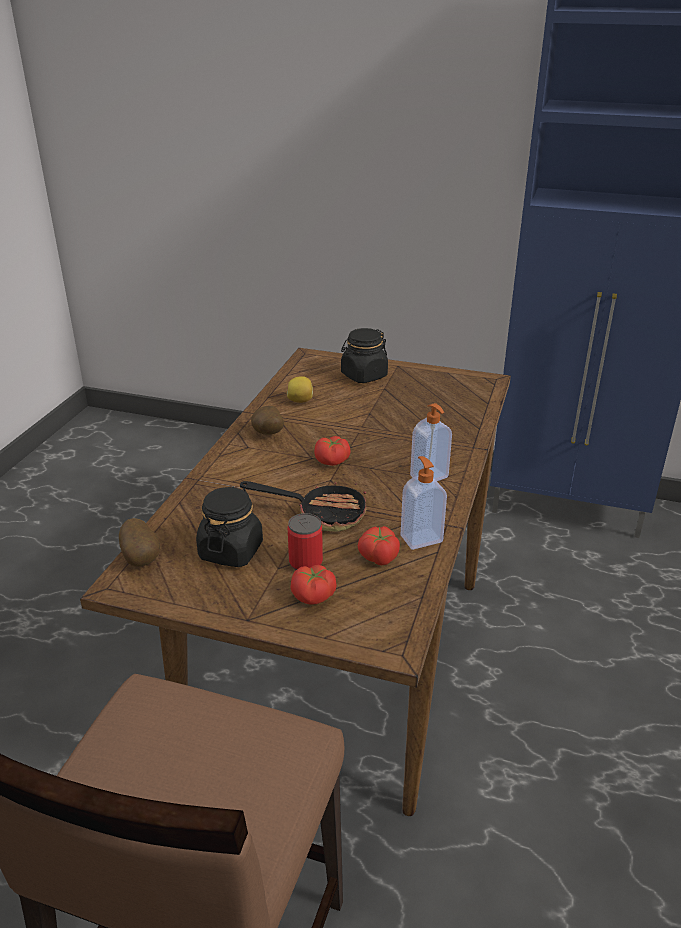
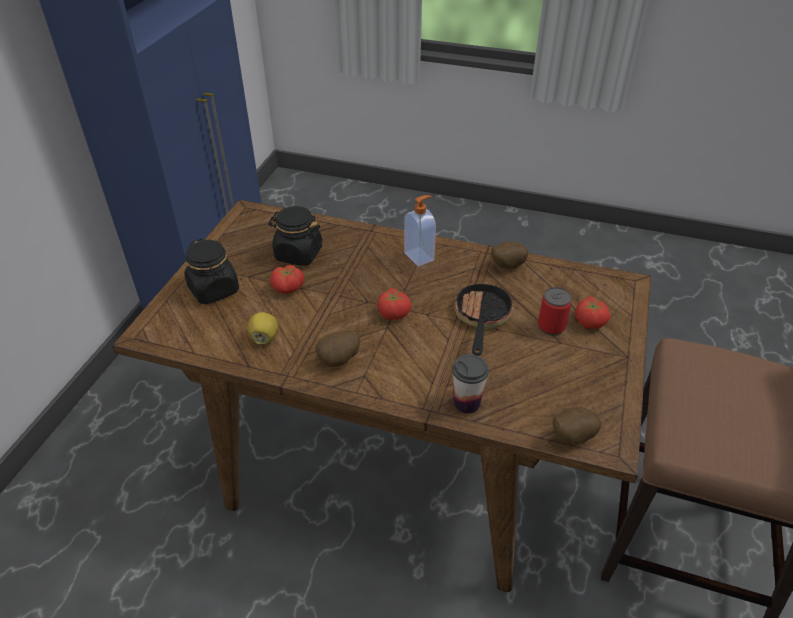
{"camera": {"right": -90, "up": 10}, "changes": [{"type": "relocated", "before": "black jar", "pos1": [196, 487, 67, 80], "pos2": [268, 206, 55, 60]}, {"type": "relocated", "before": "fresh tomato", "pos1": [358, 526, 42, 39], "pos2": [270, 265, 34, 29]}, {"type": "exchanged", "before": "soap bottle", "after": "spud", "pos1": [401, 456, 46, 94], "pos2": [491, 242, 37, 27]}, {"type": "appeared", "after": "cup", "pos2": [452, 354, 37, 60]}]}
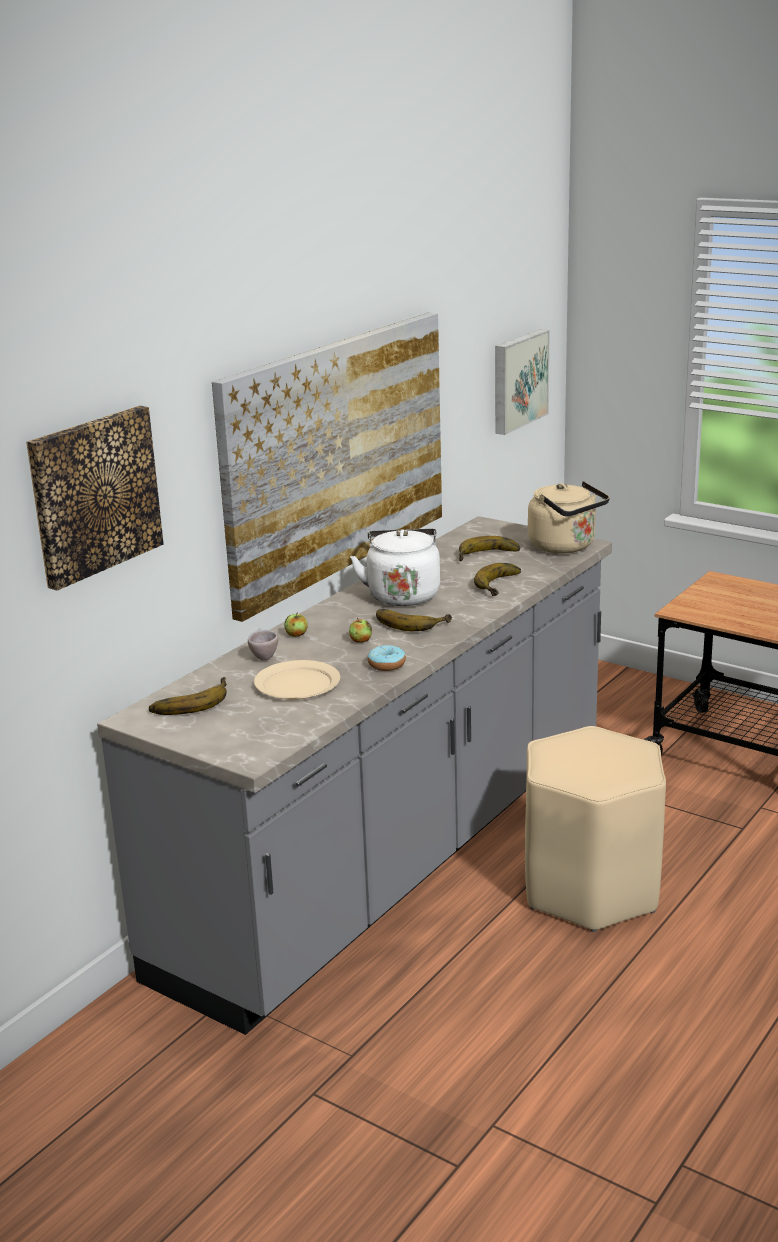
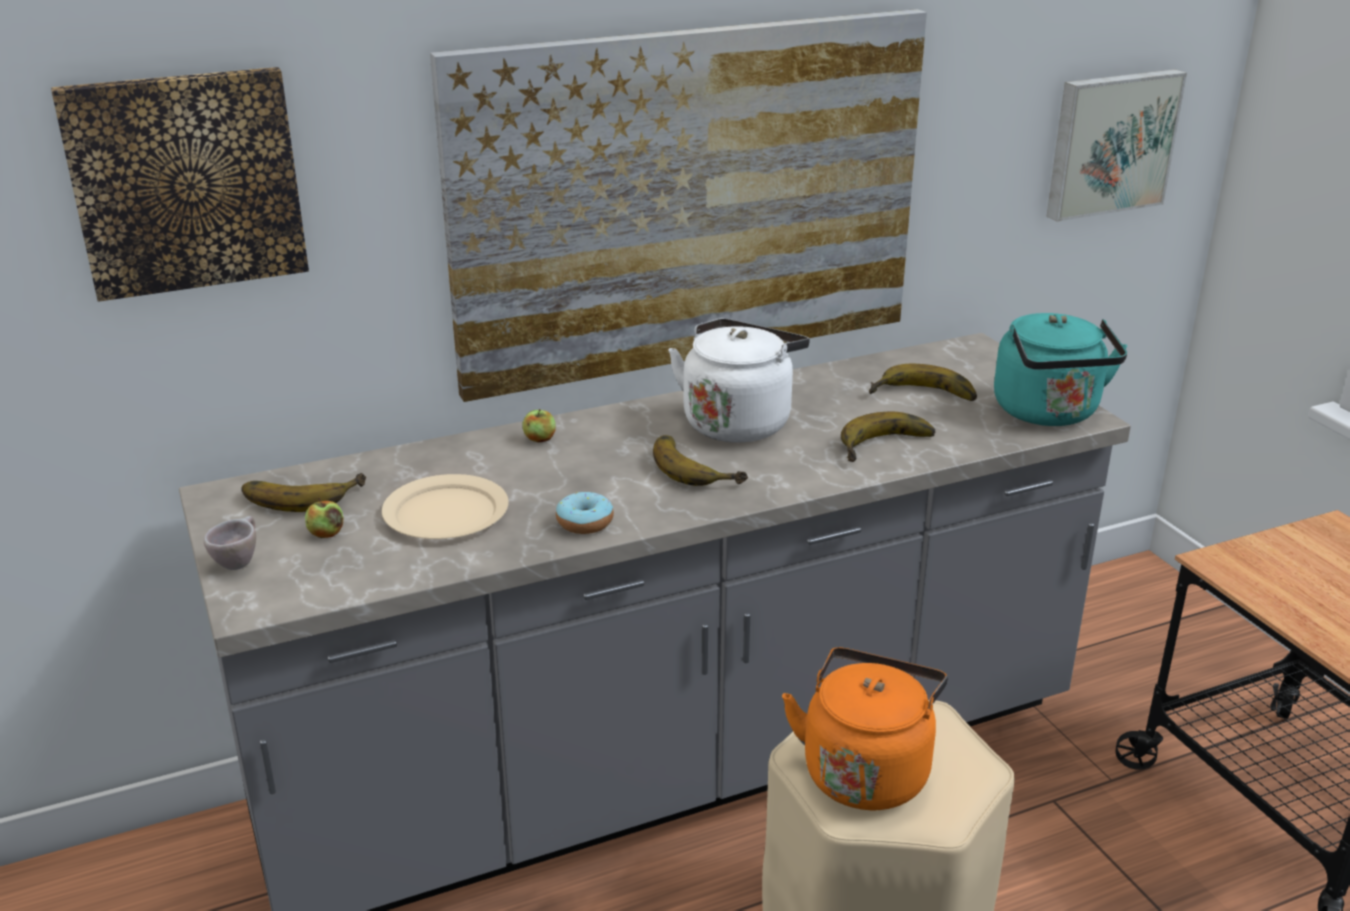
{"camera": {"right": 30, "up": 5}, "changes": [{"type": "relocated", "before": "beige cup", "pos1": [248, 629, 30, 32], "pos2": [204, 516, 52, 54]}, {"type": "relocated", "before": "apple", "pos1": [349, 618, 23, 25], "pos2": [305, 498, 39, 40]}, {"type": "colour", "before": "beige kettle", "after": "turquoise kettle", "pos1": [528, 481, 82, 73], "pos2": [994, 313, 133, 113]}, {"type": "appeared", "after": "orange kettle", "pos2": [782, 647, 166, 163]}]}
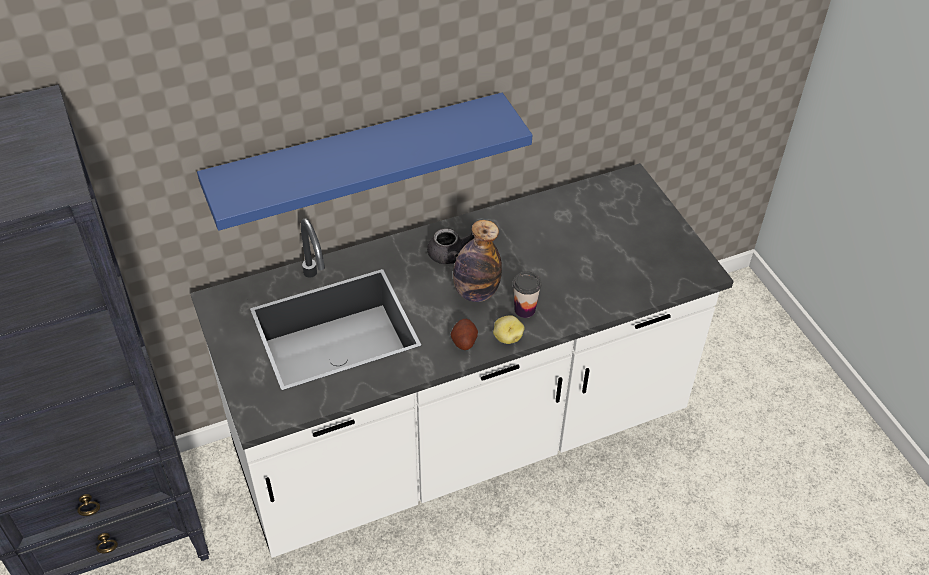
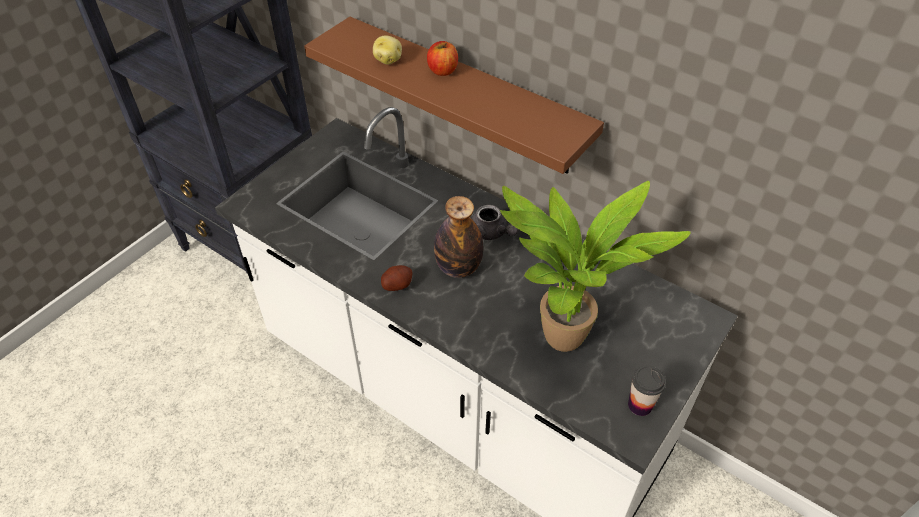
{"camera": {"right": 60, "up": 0}, "changes": [{"type": "colour", "before": "blue bracket shelf", "after": "brownish bracket shelf", "pos1": [197, 93, 335, 138], "pos2": [304, 17, 300, 157]}, {"type": "relocated", "before": "spud", "pos1": [493, 315, 32, 29], "pos2": [373, 35, 29, 30]}, {"type": "relocated", "before": "cup", "pos1": [513, 271, 29, 47], "pos2": [628, 366, 38, 50]}, {"type": "appeared", "after": "apple", "pos2": [427, 41, 31, 35]}, {"type": "appeared", "after": "plant in a pot", "pos2": [500, 181, 191, 171]}]}
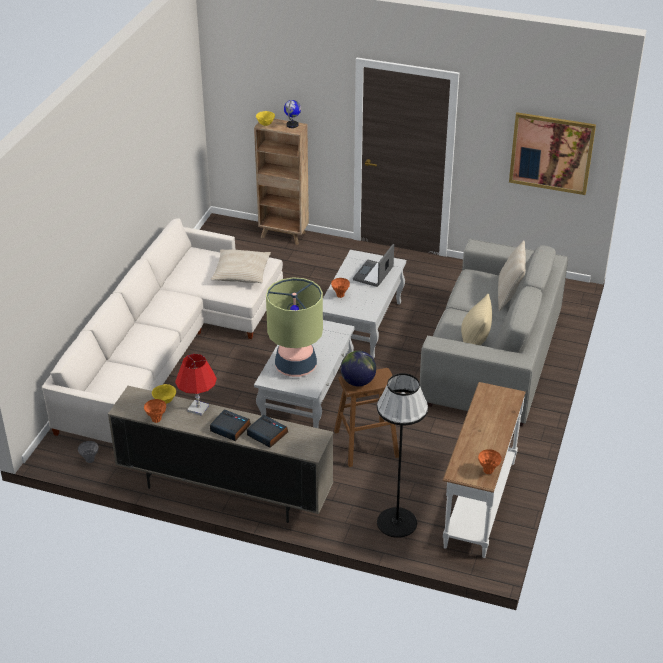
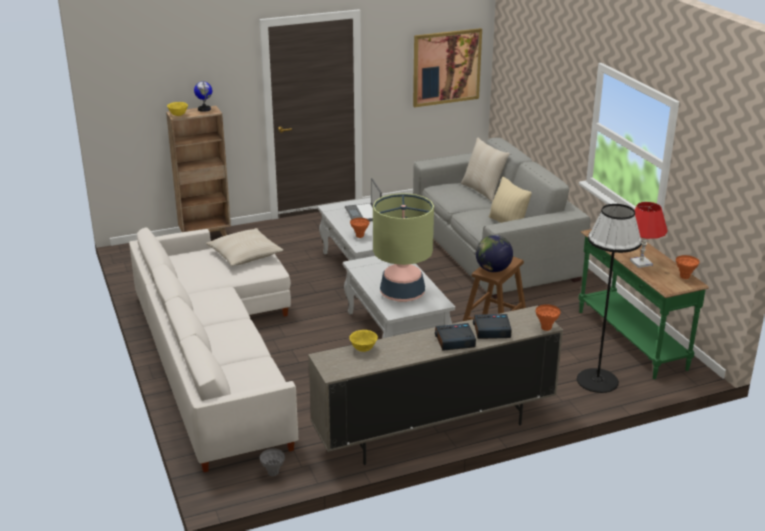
{"camera": {"right": -40, "up": -10}, "changes": [{"type": "relocated", "before": "orange flower vase", "pos1": [144, 399, 22, 24], "pos2": [536, 304, 25, 27]}, {"type": "relocated", "before": "red lamp for a table", "pos1": [175, 354, 42, 62], "pos2": [630, 202, 38, 66]}, {"type": "colour", "before": "white-coloured console table", "after": "greenish console table", "pos1": [442, 382, 84, 176], "pos2": [579, 229, 130, 150]}]}
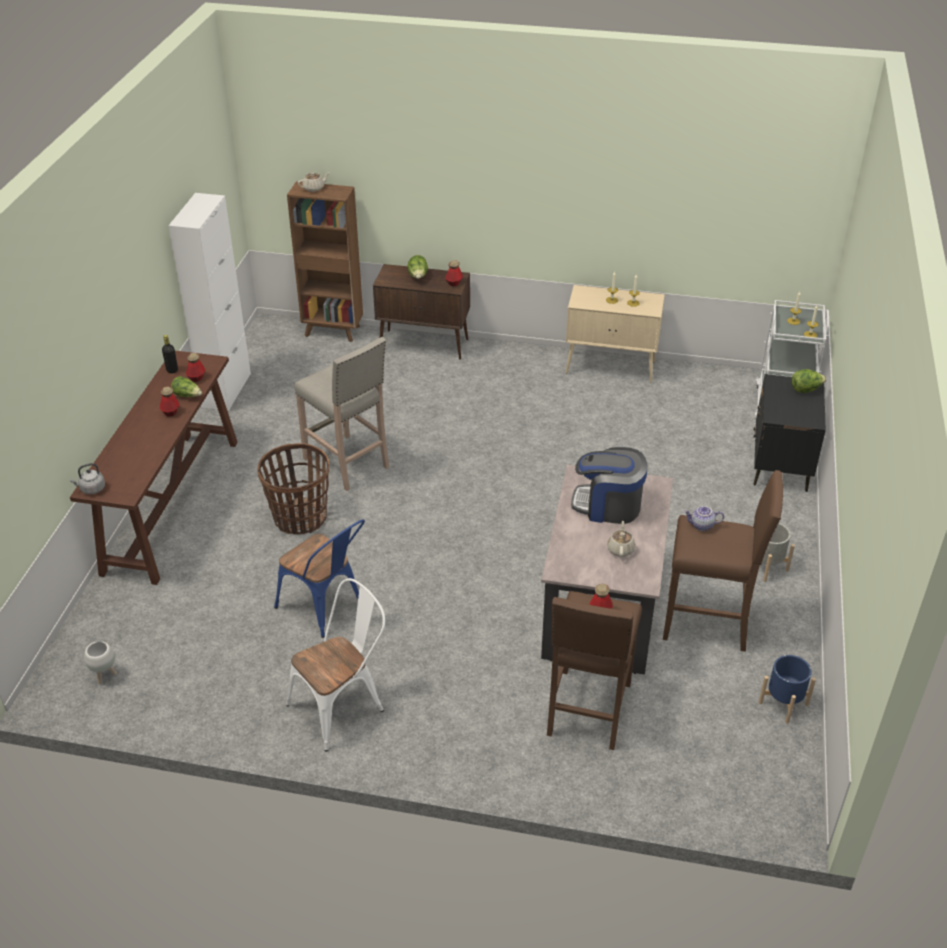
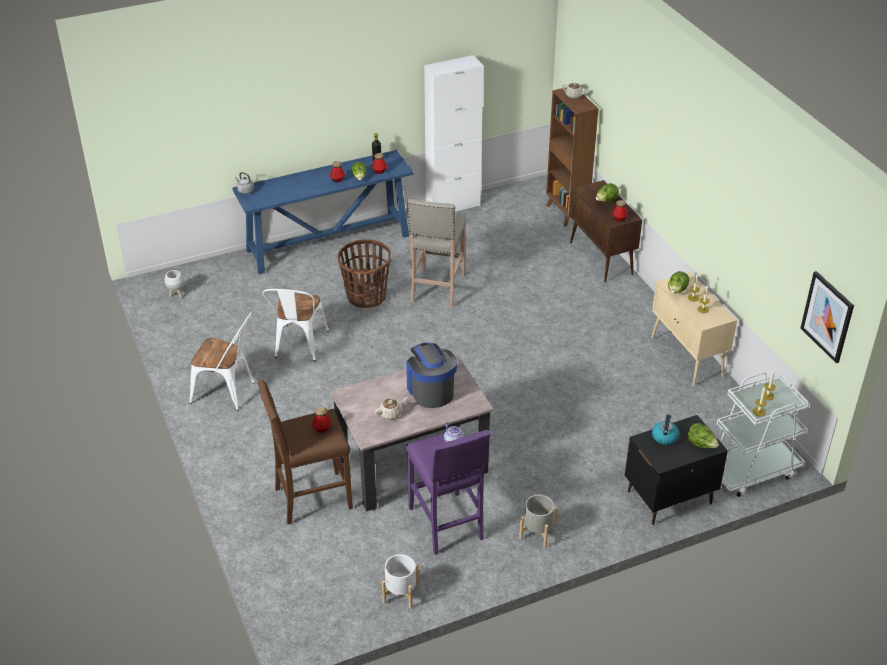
{"camera": {"right": 55, "up": 0}, "changes": [{"type": "colour", "before": "brownish console table", "after": "blue console table", "pos1": [70, 351, 168, 234], "pos2": [232, 150, 182, 124]}, {"type": "colour", "before": "blue plain chair", "after": "white-coloured plain chair", "pos1": [274, 519, 91, 119], "pos2": [262, 289, 67, 72]}, {"type": "colour", "before": "brownish sitting stool", "after": "purplish sitting stool", "pos1": [663, 470, 120, 182], "pos2": [406, 430, 84, 125]}, {"type": "colour", "before": "blue plant pot", "after": "white-coloured plant pot", "pos1": [759, 655, 57, 69], "pos2": [382, 554, 37, 54]}, {"type": "appeared", "after": "kettle", "pos2": [652, 414, 27, 31]}, {"type": "appeared", "after": "lettuce", "pos2": [668, 271, 22, 23]}, {"type": "appeared", "after": "wall art", "pos2": [801, 271, 53, 92]}]}
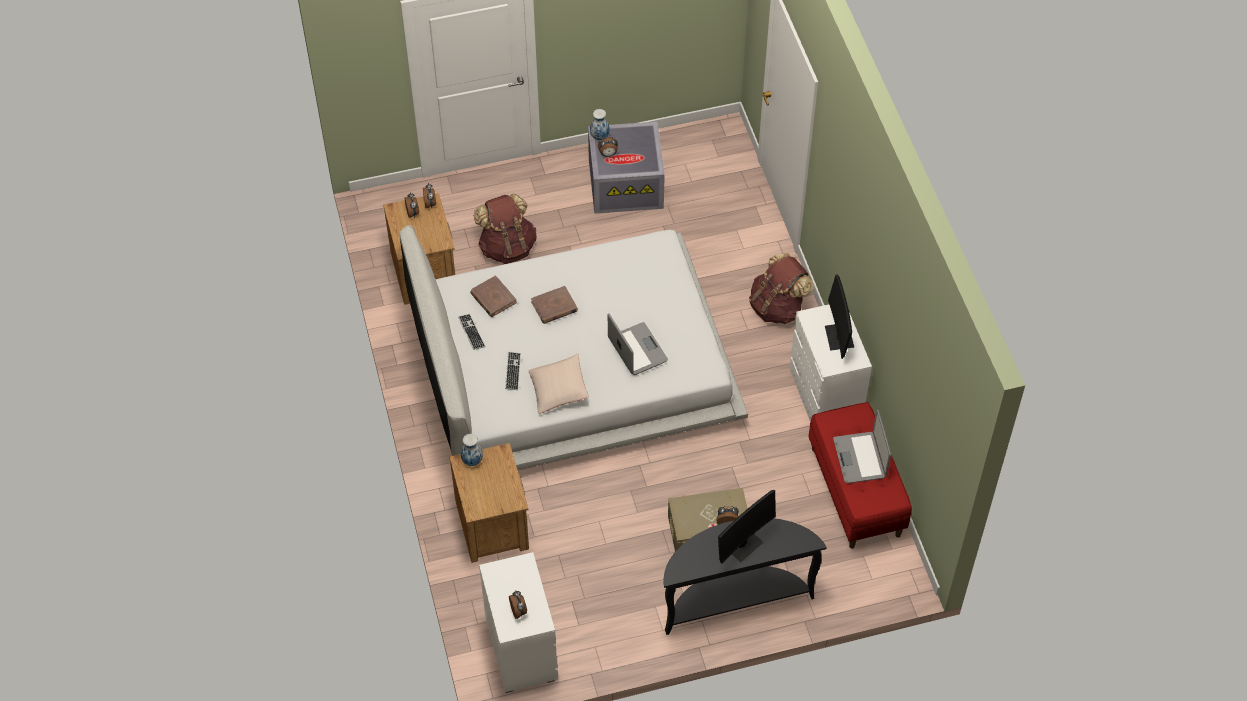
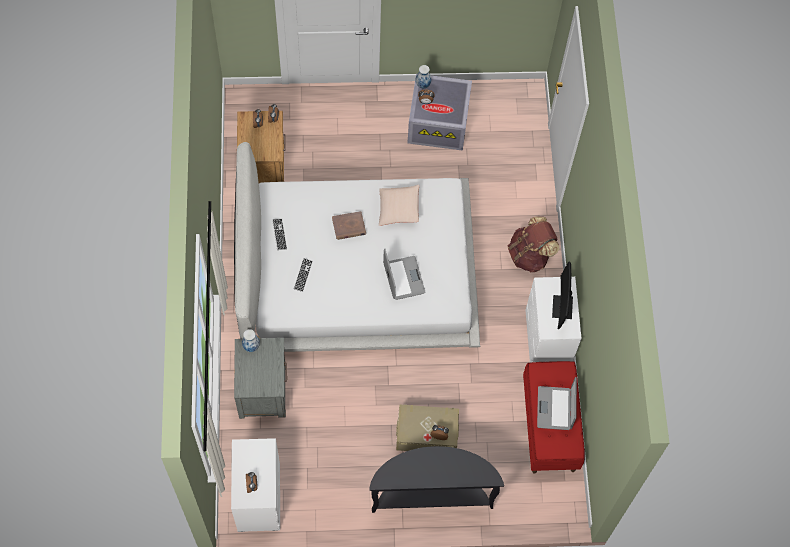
{"camera": {"right": 10, "up": 10}, "changes": [{"type": "colour", "before": "brownish nightstand", "after": "gray nightstand", "pos1": [449, 443, 80, 120], "pos2": [234, 338, 53, 81]}, {"type": "missing", "before": "brownish book", "pos1": [470, 275, 47, 42]}, {"type": "missing", "before": "brownish rucksack", "pos1": [474, 194, 63, 70]}, {"type": "relocated", "before": "beige pillow", "pos1": [528, 353, 61, 61], "pos2": [379, 185, 40, 41]}, {"type": "missing", "before": "computer screen", "pos1": [718, 490, 58, 74]}]}
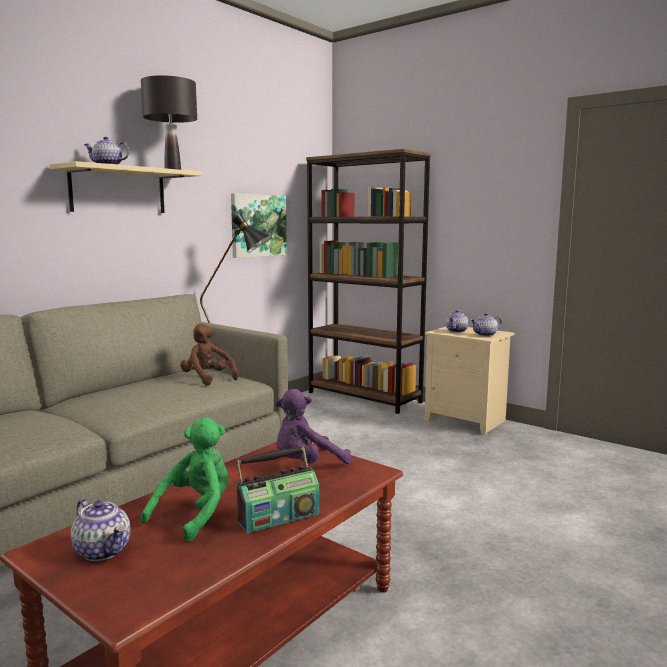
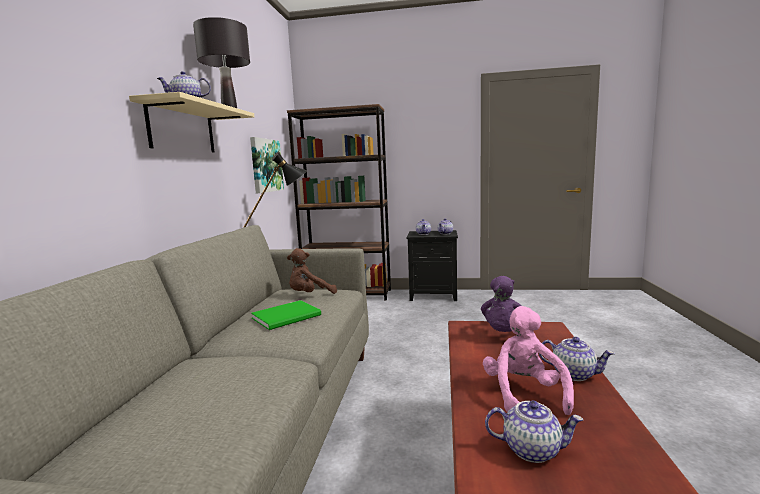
{"camera": {"right": -30, "up": 0}, "changes": [{"type": "colour", "before": "greenish soft toy", "after": "pinkish soft toy", "pos1": [141, 418, 88, 125], "pos2": [483, 306, 91, 109]}, {"type": "spun", "before": "brownish soft toy", "pos1": [180, 324, 58, 62], "pos2": [287, 248, 50, 46], "turn": -45}, {"type": "exchanged", "before": "radio receiver", "after": "pot for tea", "pos1": [236, 447, 84, 86], "pos2": [539, 337, 76, 44]}, {"type": "colour", "before": "beige nightstand", "after": "black nightstand", "pos1": [425, 327, 89, 108], "pos2": [406, 230, 52, 71]}, {"type": "appeared", "after": "greenish book", "pos2": [251, 300, 70, 30]}]}
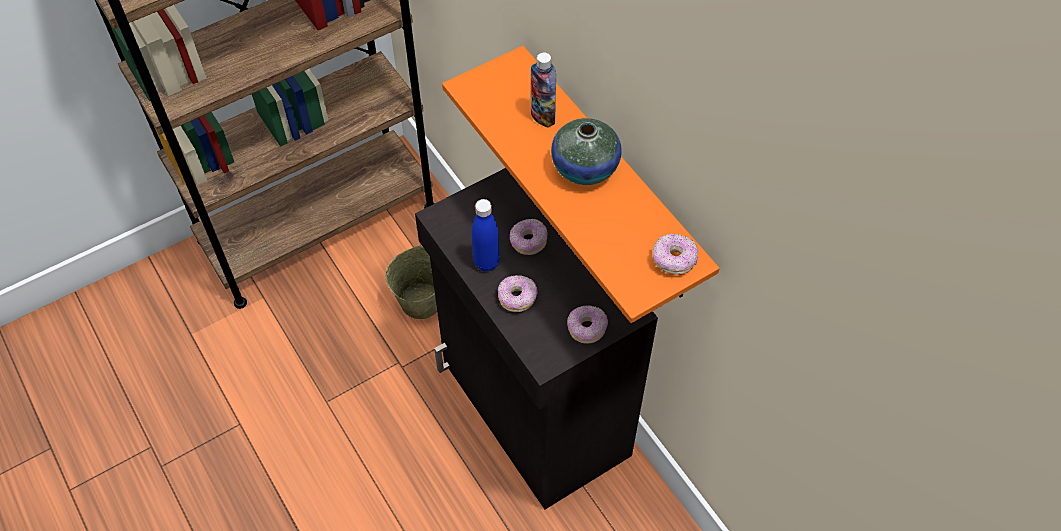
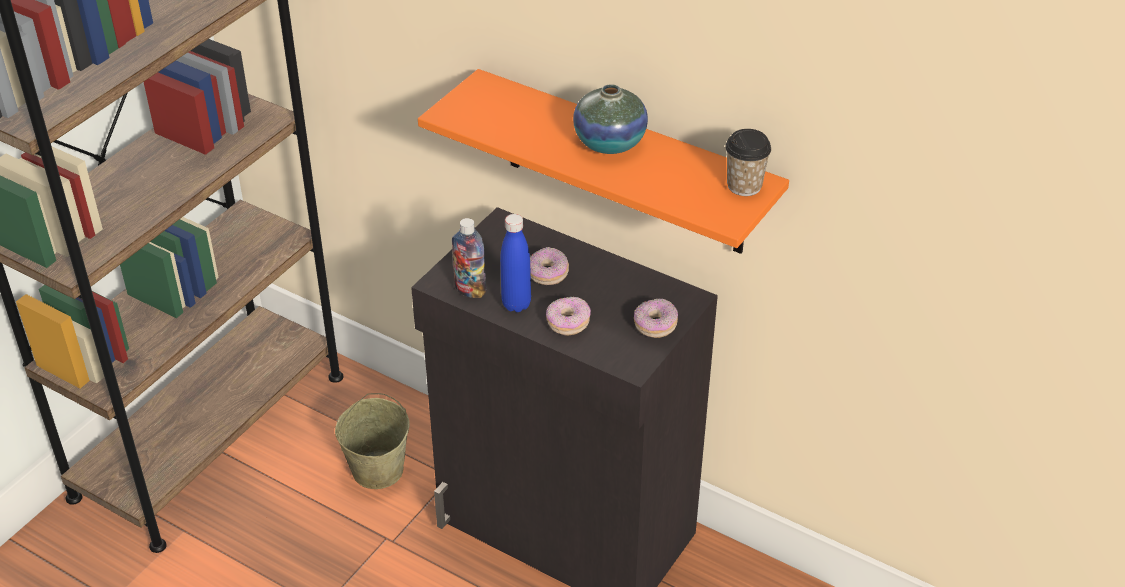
{"camera": {"right": -25, "up": -15}, "changes": [{"type": "relocated", "before": "drink bottle", "pos1": [531, 53, 25, 75], "pos2": [452, 218, 34, 80]}, {"type": "exchanged", "before": "ring doughnut", "after": "cup", "pos1": [653, 234, 45, 41], "pos2": [725, 129, 46, 67]}]}
